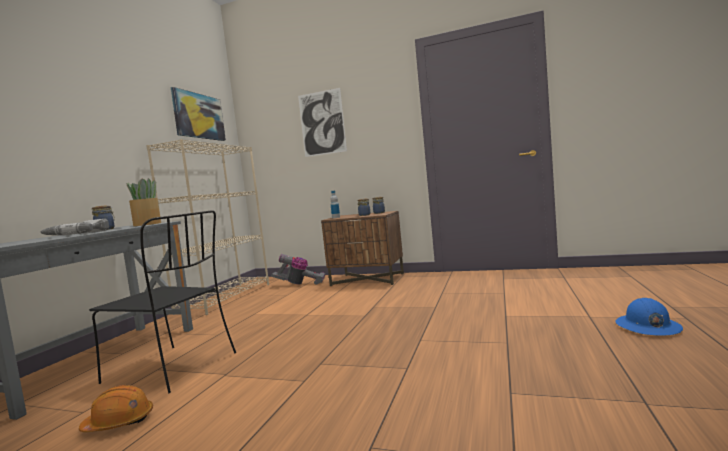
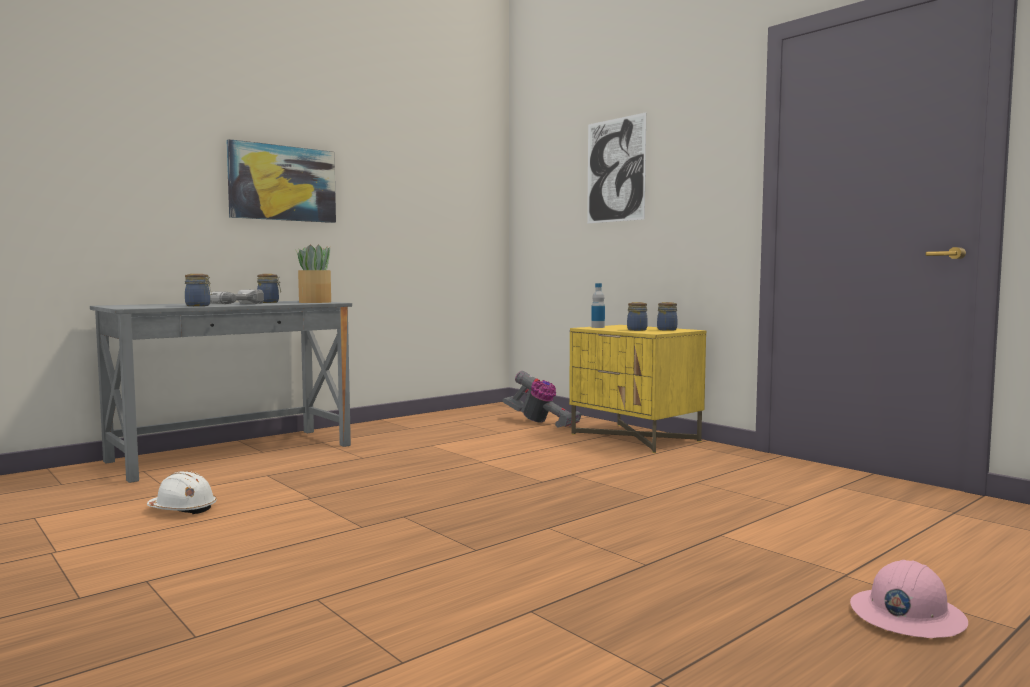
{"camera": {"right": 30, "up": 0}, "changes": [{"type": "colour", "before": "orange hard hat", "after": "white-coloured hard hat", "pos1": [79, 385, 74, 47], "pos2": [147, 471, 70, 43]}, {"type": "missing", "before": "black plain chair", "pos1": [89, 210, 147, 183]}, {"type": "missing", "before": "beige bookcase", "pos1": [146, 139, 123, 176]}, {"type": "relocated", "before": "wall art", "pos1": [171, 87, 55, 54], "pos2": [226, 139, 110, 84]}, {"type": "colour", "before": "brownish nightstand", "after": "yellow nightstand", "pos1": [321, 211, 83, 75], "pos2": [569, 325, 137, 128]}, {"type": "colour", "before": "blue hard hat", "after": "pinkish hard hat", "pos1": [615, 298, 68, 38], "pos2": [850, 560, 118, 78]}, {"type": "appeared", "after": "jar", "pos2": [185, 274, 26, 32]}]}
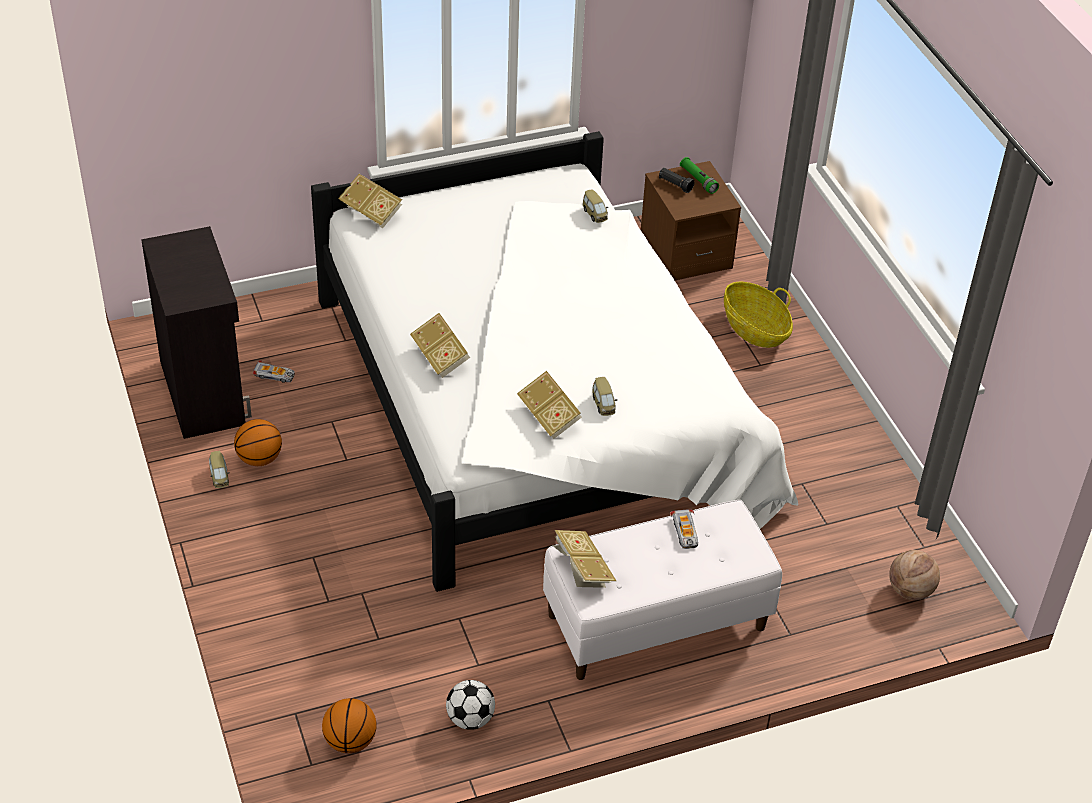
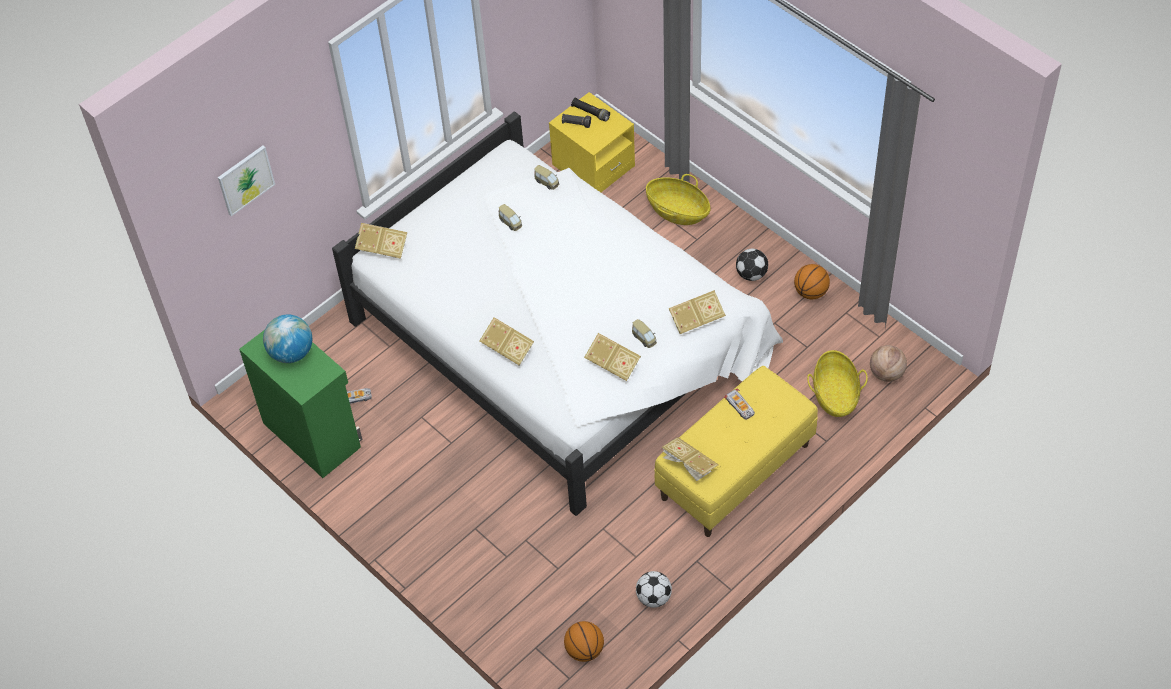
{"camera": {"right": -20, "up": 10}, "changes": [{"type": "colour", "before": "black storage cabinet", "after": "greenish storage cabinet", "pos1": [141, 226, 111, 213], "pos2": [239, 330, 123, 148]}, {"type": "relocated", "before": "toy car", "pos1": [209, 451, 21, 37], "pos2": [499, 204, 23, 27]}, {"type": "relocated", "before": "ball for basketball", "pos1": [234, 419, 48, 47], "pos2": [794, 264, 36, 35]}, {"type": "colour", "before": "white-coloured bench", "after": "yellow bench", "pos1": [543, 500, 239, 180], "pos2": [654, 366, 164, 171]}, {"type": "colour", "before": "brownish nightstand", "after": "yellow nightstand", "pos1": [641, 161, 100, 119], "pos2": [549, 92, 86, 100]}, {"type": "colour", "before": "greenish torch", "after": "black torch", "pos1": [680, 157, 39, 37], "pos2": [571, 98, 39, 24]}, {"type": "appeared", "after": "wall art", "pos2": [218, 146, 57, 70]}, {"type": "appeared", "after": "world globe", "pos2": [263, 314, 49, 49]}, {"type": "appeared", "after": "book", "pos2": [669, 290, 57, 44]}, {"type": "appeared", "after": "football ball", "pos2": [736, 249, 32, 32]}, {"type": "appeared", "after": "household basket", "pos2": [807, 350, 61, 67]}]}
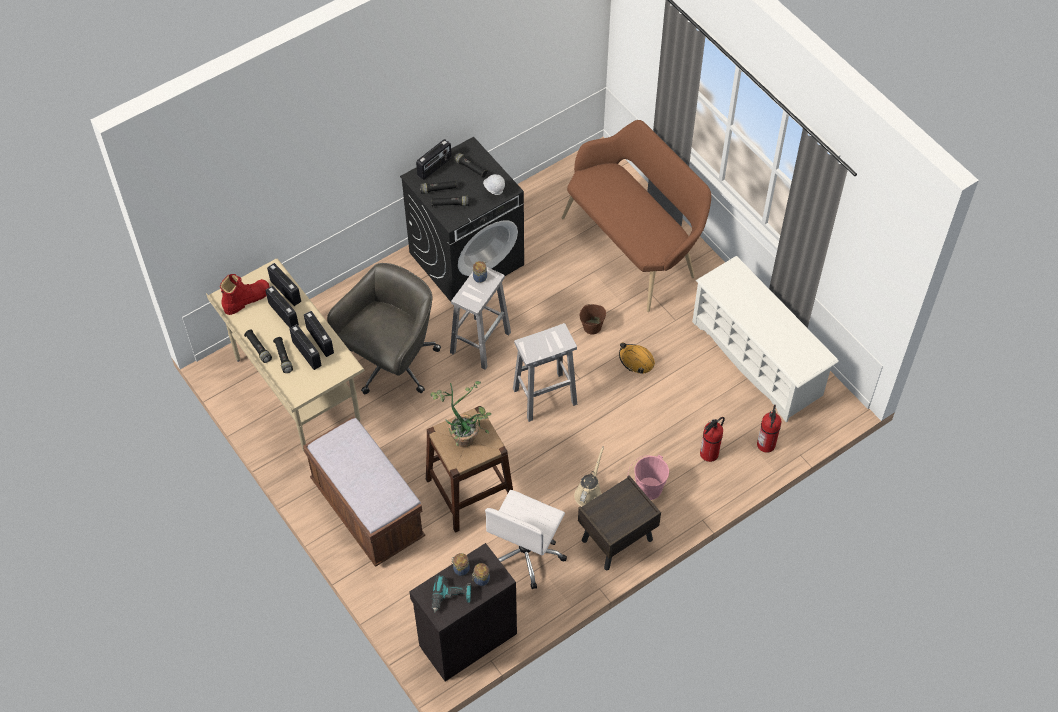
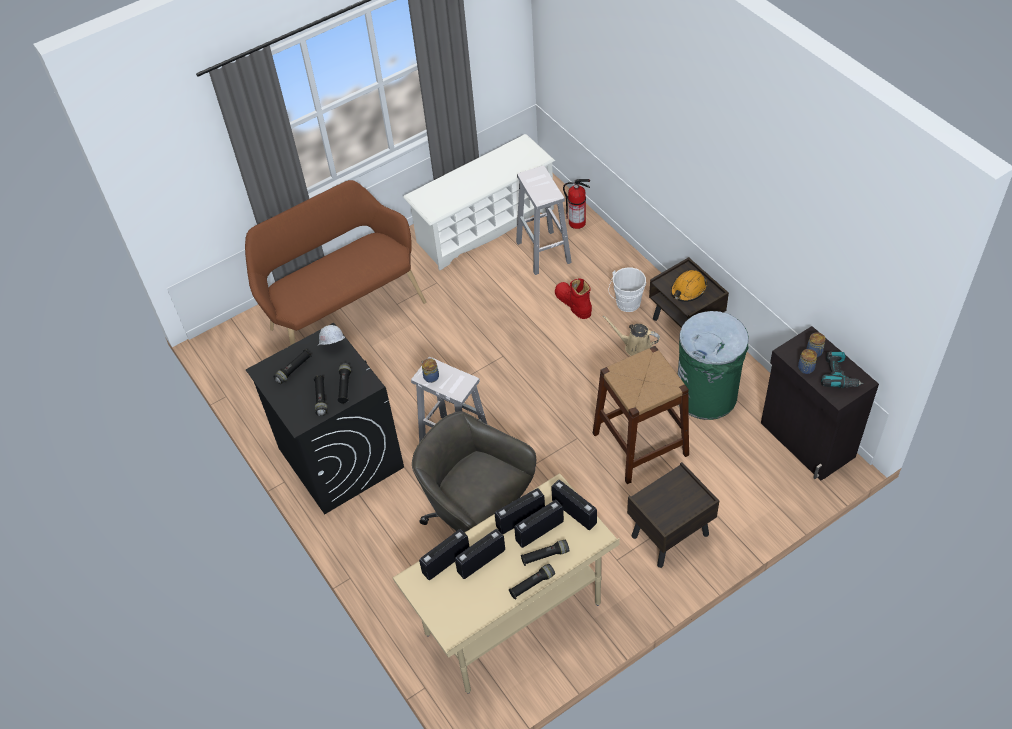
{"camera": {"right": -85, "up": -5}, "changes": [{"type": "relocated", "before": "red high-top boot", "pos1": [220, 274, 50, 41], "pos2": [555, 278, 37, 41]}, {"type": "exchanged", "before": "brownish bench", "after": "brownish nightstand", "pos1": [303, 416, 122, 151], "pos2": [627, 462, 92, 106]}, {"type": "relocated", "before": "radio receiver", "pos1": [416, 139, 36, 41], "pos2": [551, 480, 46, 50]}, {"type": "missing", "before": "plant in a pot", "pos1": [430, 381, 62, 66]}, {"type": "exchanged", "before": "white-coloured computer chair", "after": "greenish waste bin", "pos1": [485, 490, 82, 99], "pos2": [678, 311, 71, 109]}, {"type": "relocated", "before": "white-coloured sitting stool", "pos1": [513, 323, 64, 99], "pos2": [516, 165, 56, 110]}, {"type": "missing", "before": "brownish bucket", "pos1": [580, 304, 26, 31]}, {"type": "relocated", "before": "orange hard hat", "pos1": [619, 342, 36, 32], "pos2": [671, 270, 37, 32]}, {"type": "colour", "before": "pinkish bucket", "after": "white-coloured bucket", "pos1": [628, 454, 41, 46], "pos2": [609, 267, 37, 45]}, {"type": "missing", "before": "fire extinguisher", "pos1": [700, 417, 25, 45]}]}
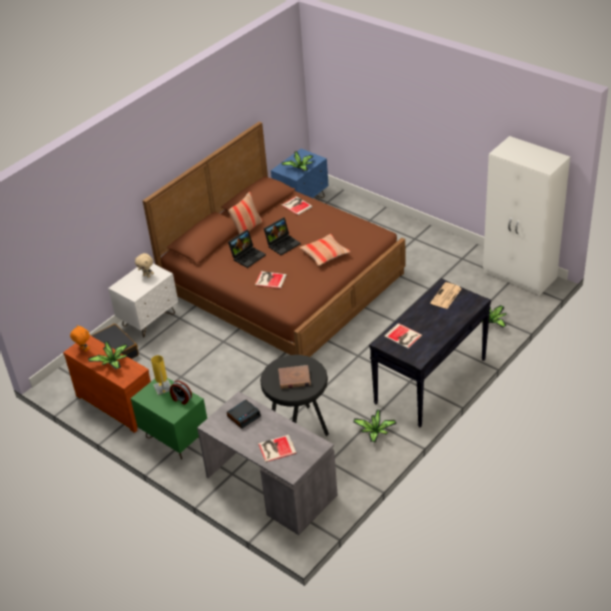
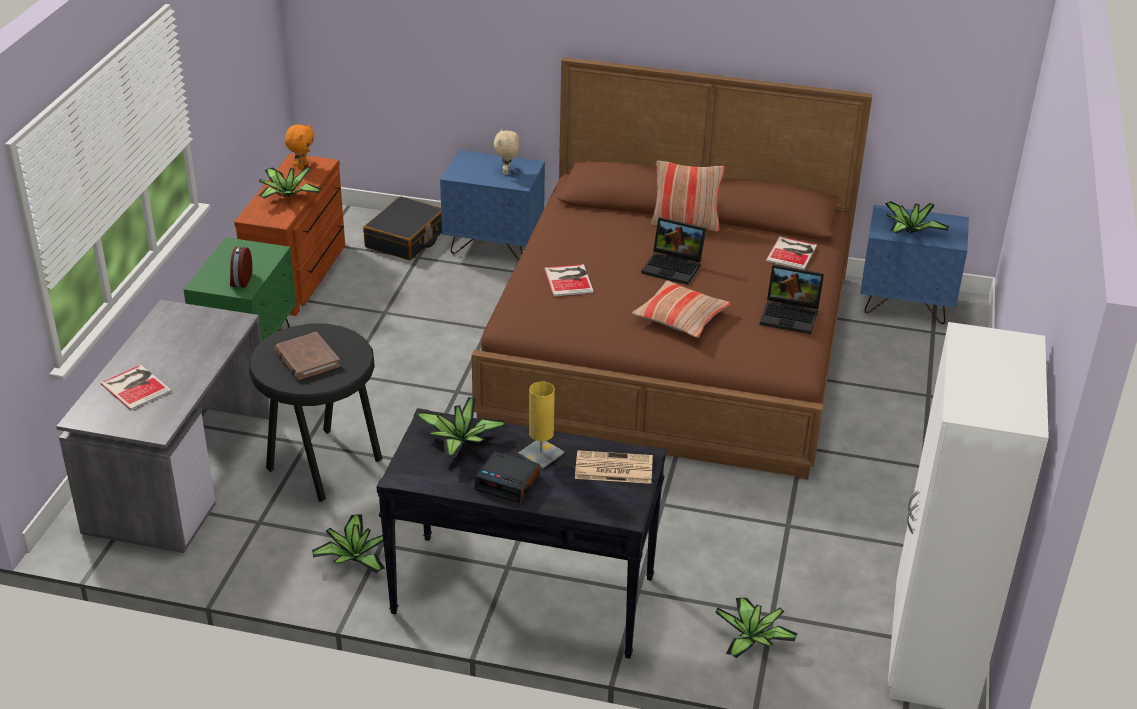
{"camera": {"right": 60, "up": -5}, "changes": [{"type": "colour", "before": "white-coloured nightstand", "after": "blue nightstand", "pos1": [108, 264, 70, 73], "pos2": [440, 150, 105, 111]}, {"type": "relocated", "before": "yellow lamp for a table", "pos1": [151, 355, 20, 40], "pos2": [518, 381, 46, 88]}, {"type": "relocated", "before": "bedside clock", "pos1": [227, 400, 34, 29], "pos2": [474, 451, 66, 52]}, {"type": "relocated", "before": "notebook computer", "pos1": [228, 230, 38, 38], "pos2": [759, 265, 65, 69]}, {"type": "exchanged", "before": "book", "after": "plant in a pot", "pos1": [384, 323, 38, 26], "pos2": [416, 397, 90, 60]}]}
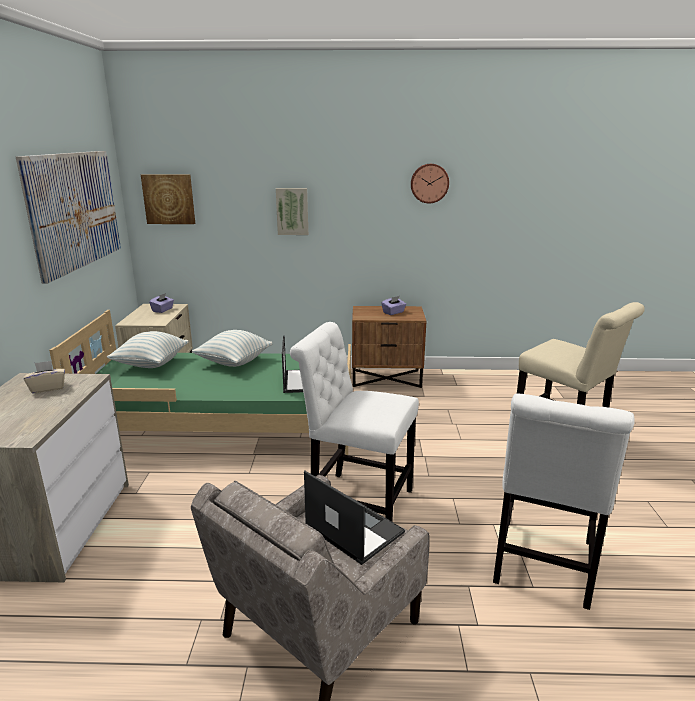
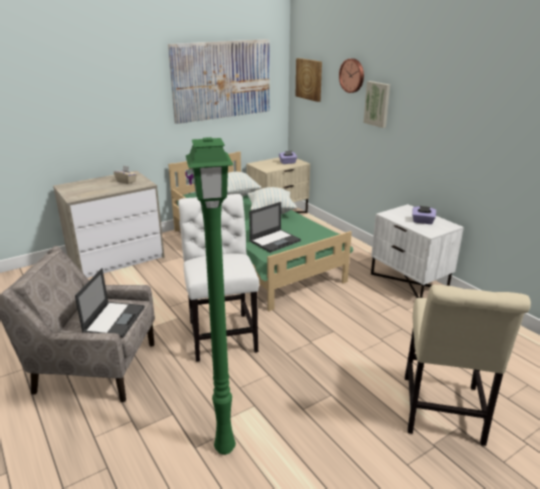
{"camera": {"right": 55, "up": 5}, "changes": [{"type": "colour", "before": "brownish nightstand", "after": "white-coloured nightstand", "pos1": [352, 306, 74, 82], "pos2": [371, 204, 93, 94]}, {"type": "relocated", "before": "hanging clock", "pos1": [411, 164, 38, 40], "pos2": [339, 59, 25, 34]}, {"type": "exchanged", "before": "white-coloured plain chair", "after": "greenish standing lamp", "pos1": [493, 393, 141, 217], "pos2": [186, 137, 50, 318]}]}
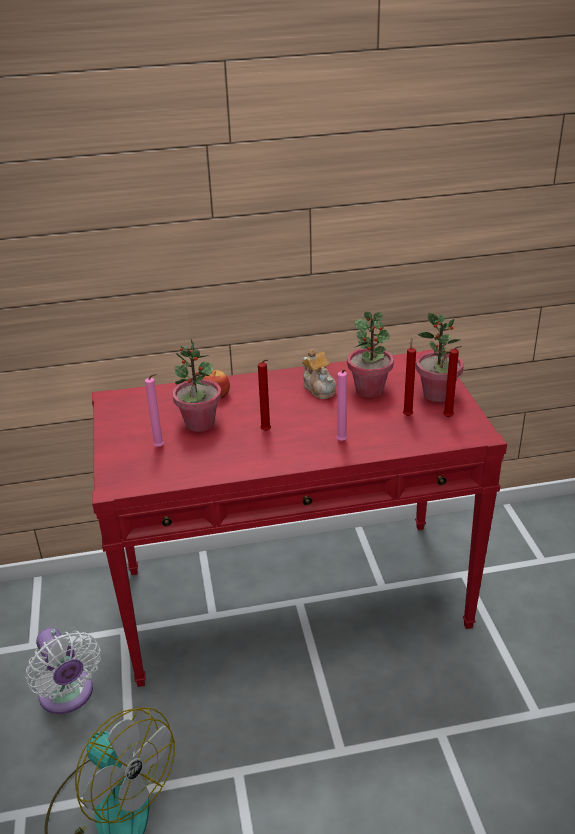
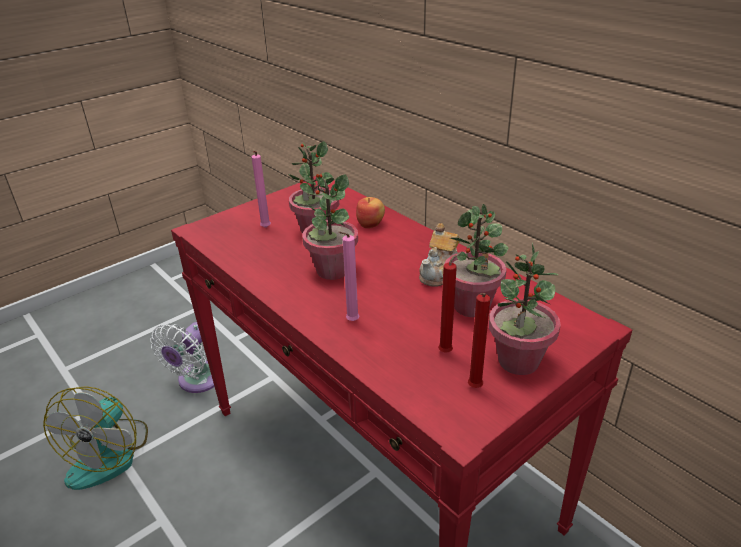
{"camera": {"right": 60, "up": 0}, "changes": [{"type": "exchanged", "before": "red wax candle", "after": "plant in a pot", "pos1": [258, 359, 13, 72], "pos2": [302, 173, 56, 107]}]}
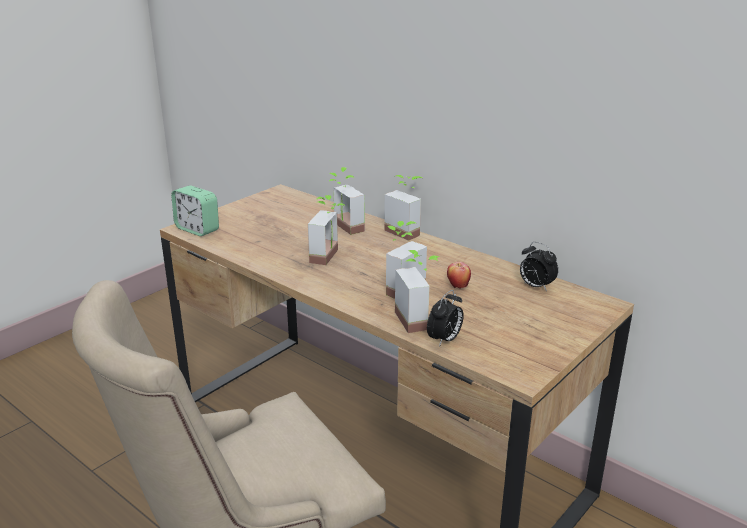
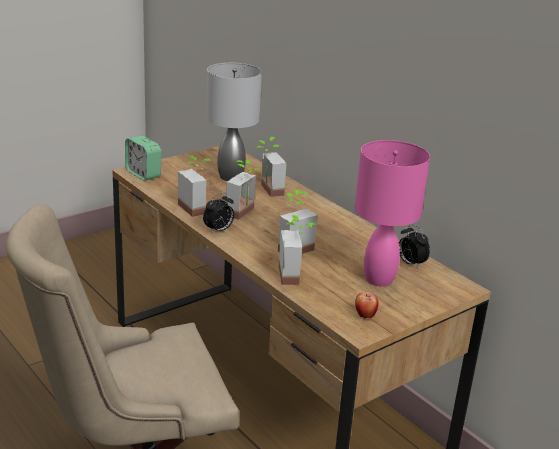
{"camera": {"right": 10, "up": 0}, "changes": [{"type": "relocated", "before": "plant in a pot", "pos1": [384, 175, 38, 66], "pos2": [178, 155, 34, 62]}, {"type": "relocated", "before": "bedside clock", "pos1": [427, 290, 37, 57], "pos2": [203, 193, 31, 40]}, {"type": "relocated", "before": "apple", "pos1": [447, 262, 24, 27], "pos2": [355, 292, 23, 26]}, {"type": "appeared", "after": "gray lamp for a table", "pos2": [206, 63, 56, 118]}, {"type": "appeared", "after": "pinkish lamp for a table", "pos2": [355, 140, 75, 146]}]}
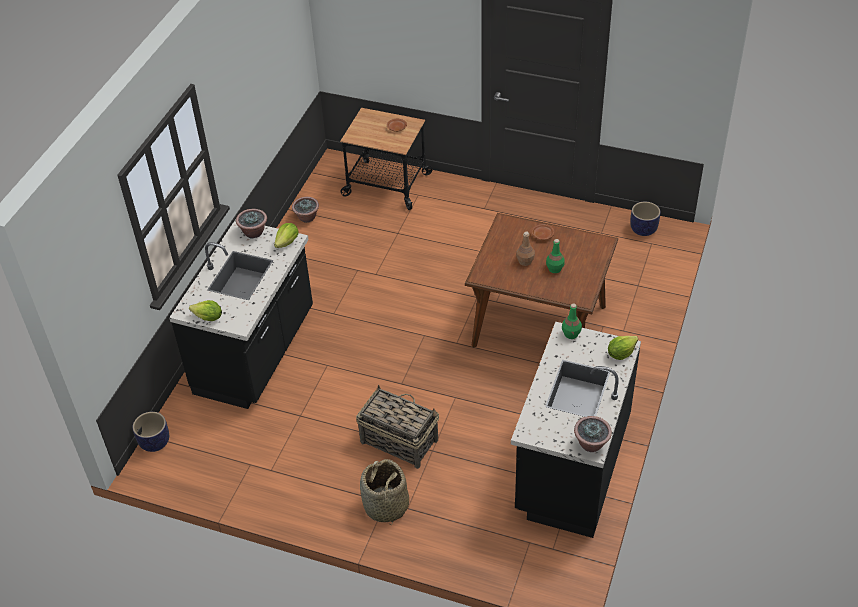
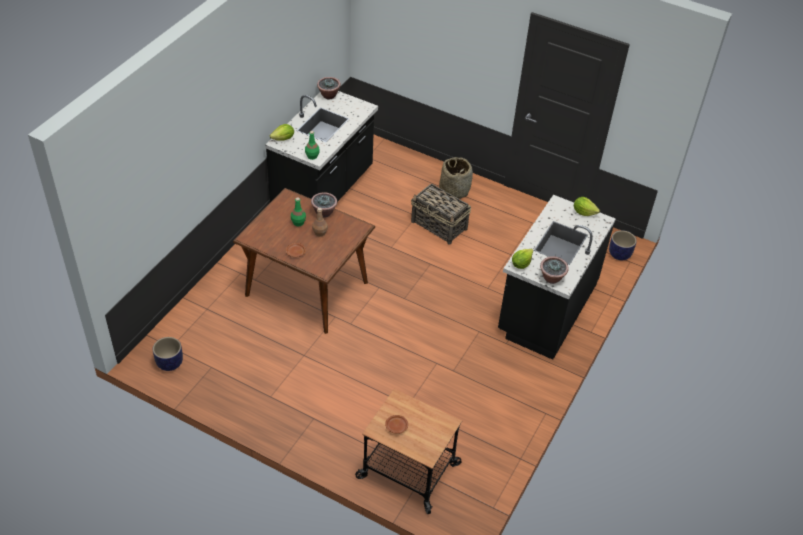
{"camera": {"right": -175, "up": 0}, "changes": [{"type": "relocated", "before": "plant in a pot", "pos1": [292, 197, 27, 26], "pos2": [311, 192, 26, 26]}]}
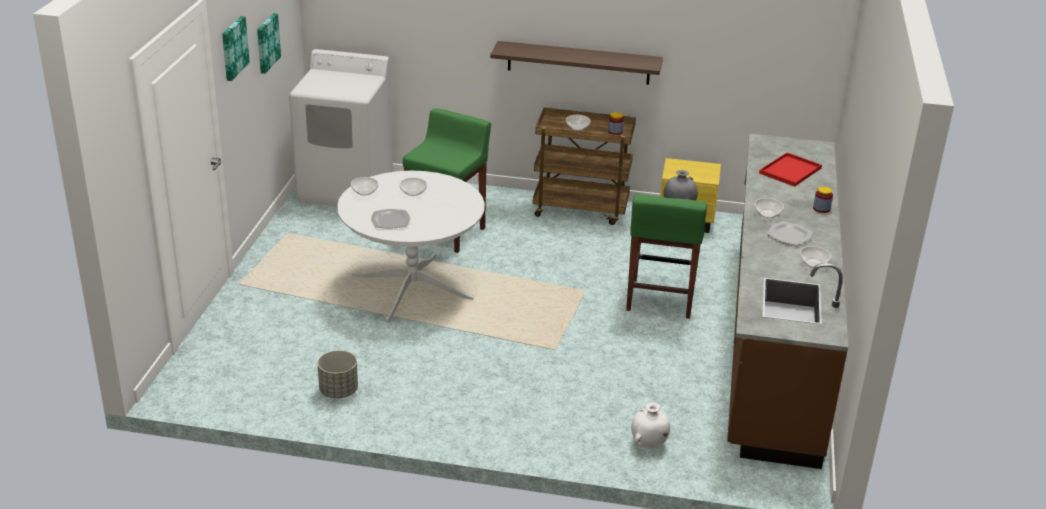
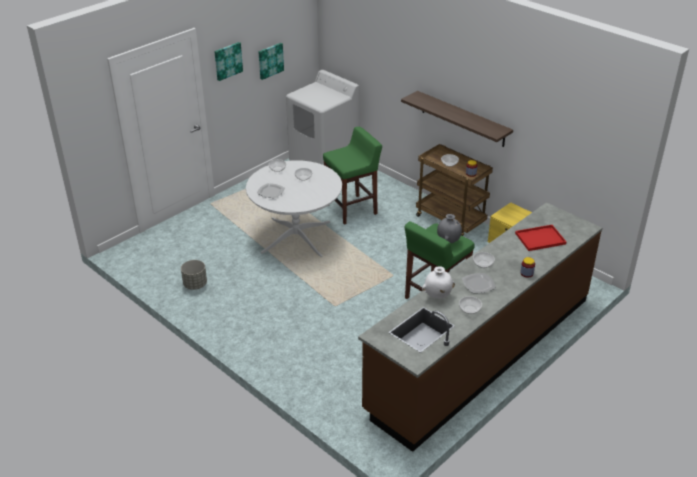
{"camera": {"right": 35, "up": 5}, "changes": [{"type": "relocated", "before": "white-coloured flower vase", "pos1": [631, 403, 39, 45], "pos2": [422, 266, 33, 33]}]}
